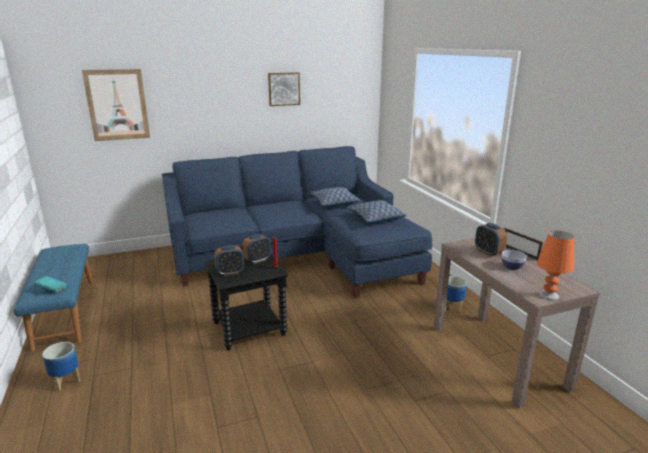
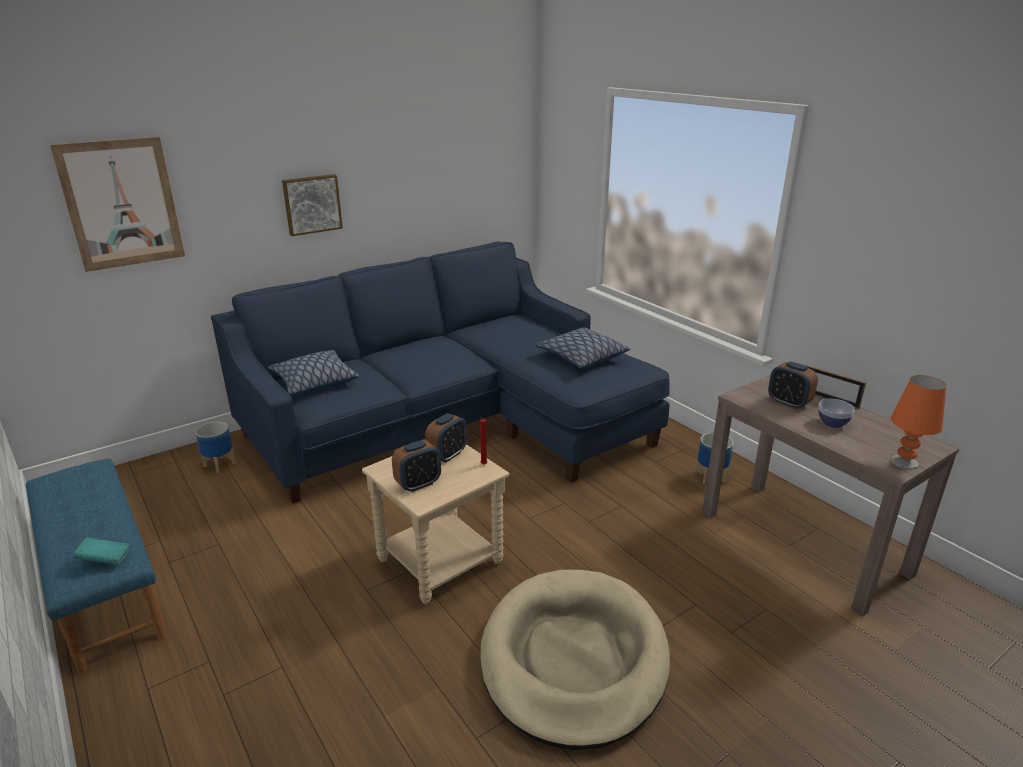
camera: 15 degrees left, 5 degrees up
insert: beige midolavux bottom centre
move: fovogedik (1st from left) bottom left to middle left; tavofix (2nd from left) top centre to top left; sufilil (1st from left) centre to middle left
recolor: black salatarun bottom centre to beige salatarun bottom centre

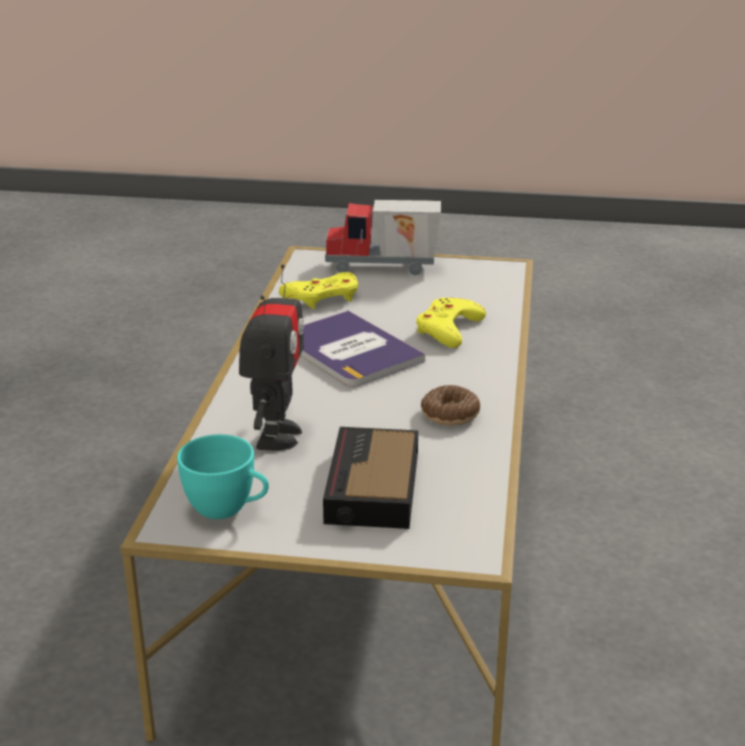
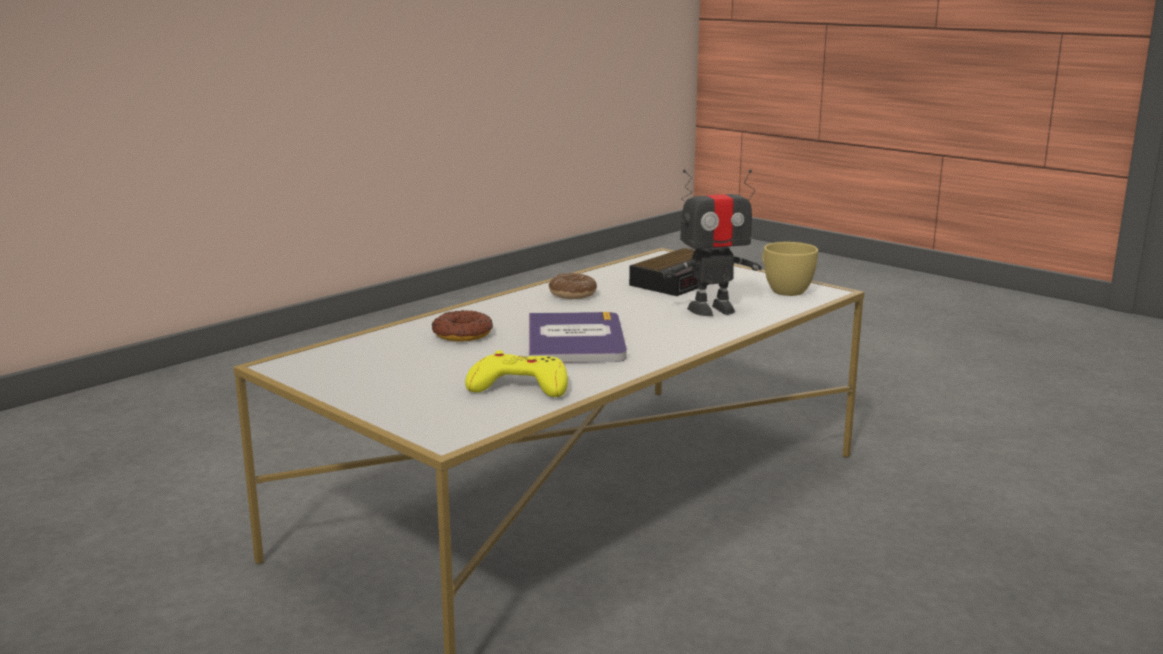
camera: 145 degrees left, 10 degrees down
delete: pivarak top centre
replace: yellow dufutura (2nd from left) centre to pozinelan (1st from left) centre
recolor: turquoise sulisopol middle left to yellow sulisopol middle right
rotate: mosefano centre = centre 150 degrees counterclockwise

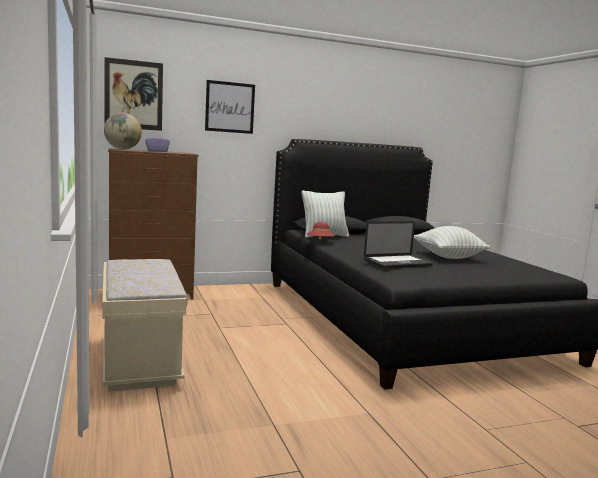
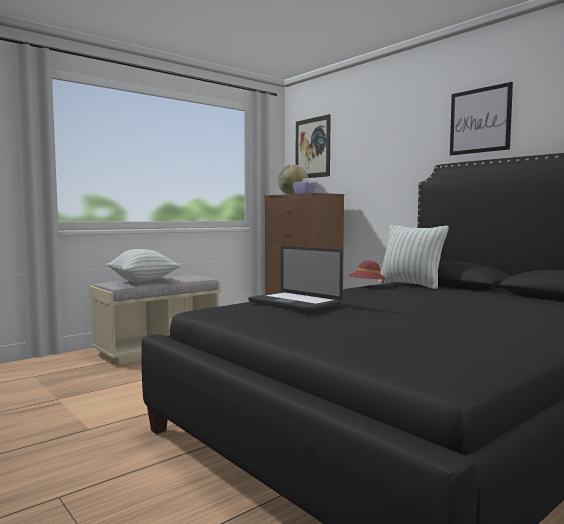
camera: 70 degrees right, 5 degrees down
move: tavofix (2nd from left) top centre to top right; sufilil (2nd from left in the first image) middle right to sufilil (1st from left) middle left

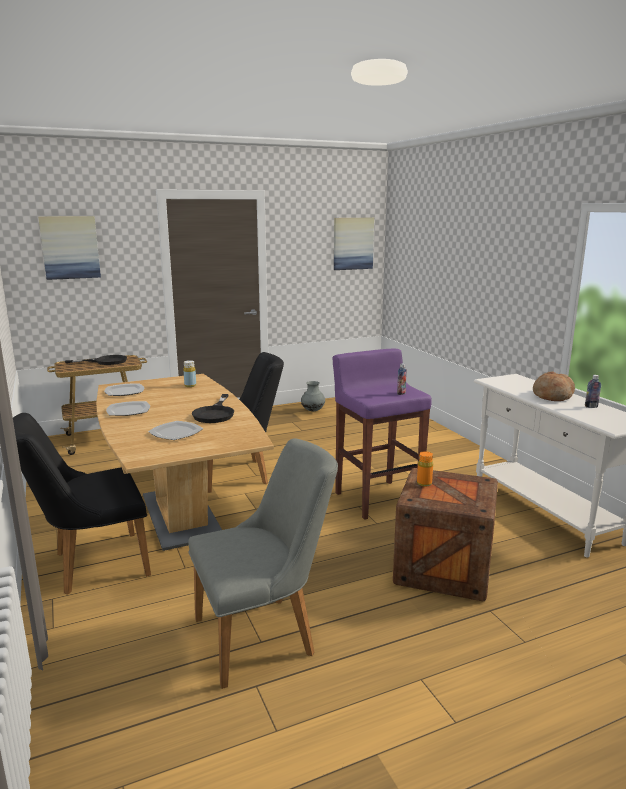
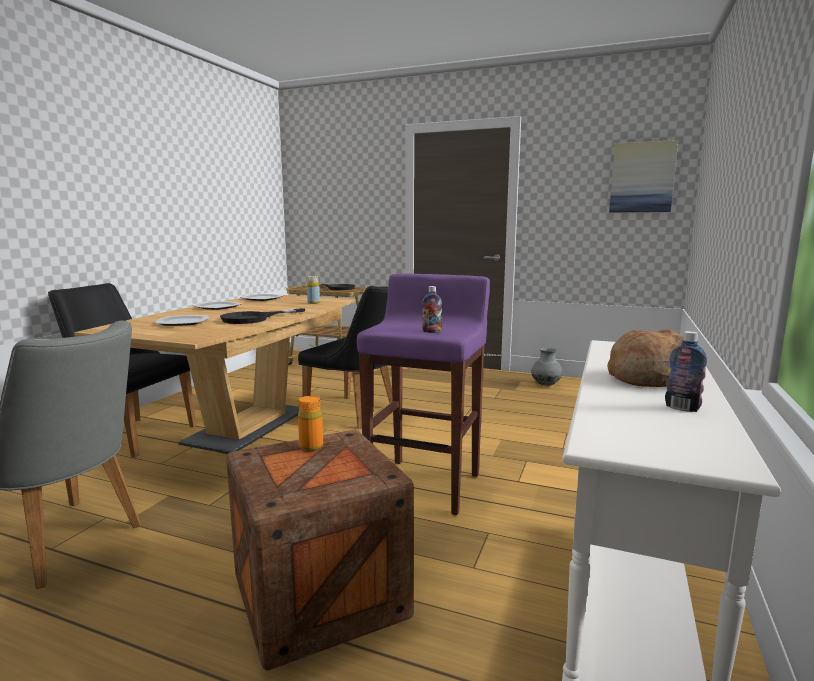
camera: 45 degrees right, 5 degrees down
delete: tavofix (1st from left) top left

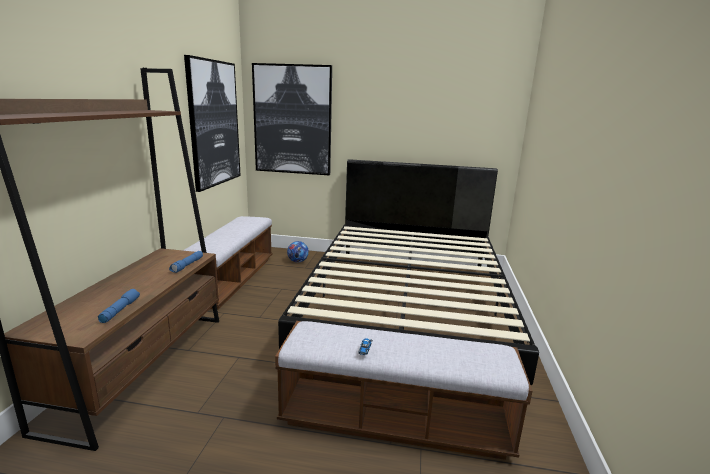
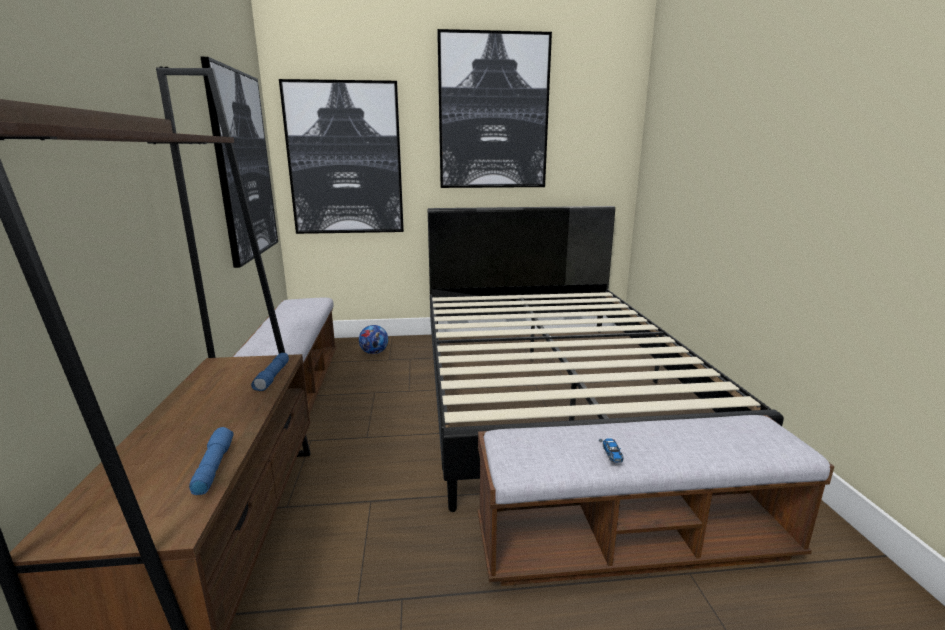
camera: 15 degrees left, 0 degrees up
insert: tavofix (3rd from left) top centre

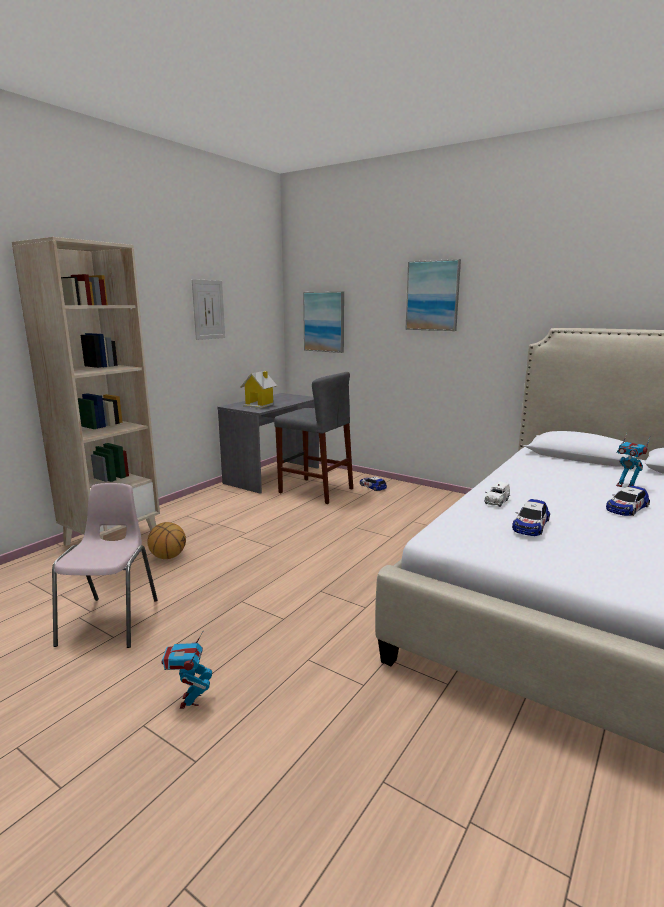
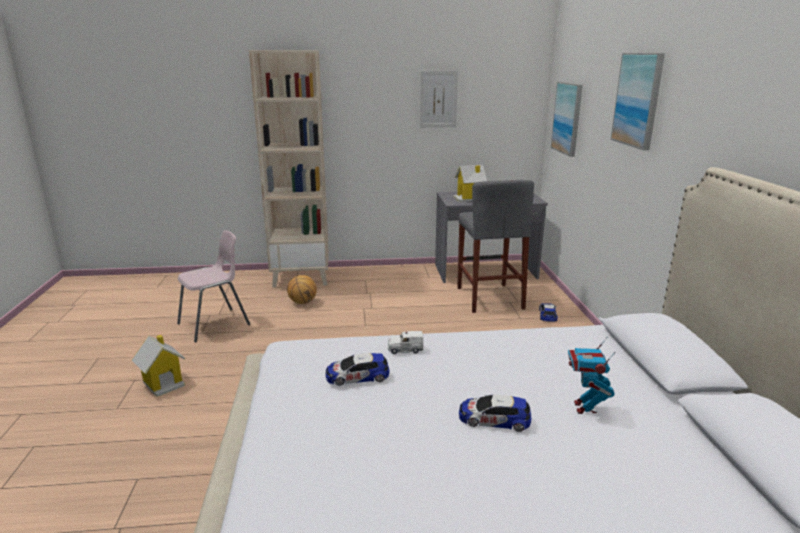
camera: 50 degrees right, 5 degrees up
replace: mosefano (1st from left) bottom left to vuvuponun (1st from left) bottom left

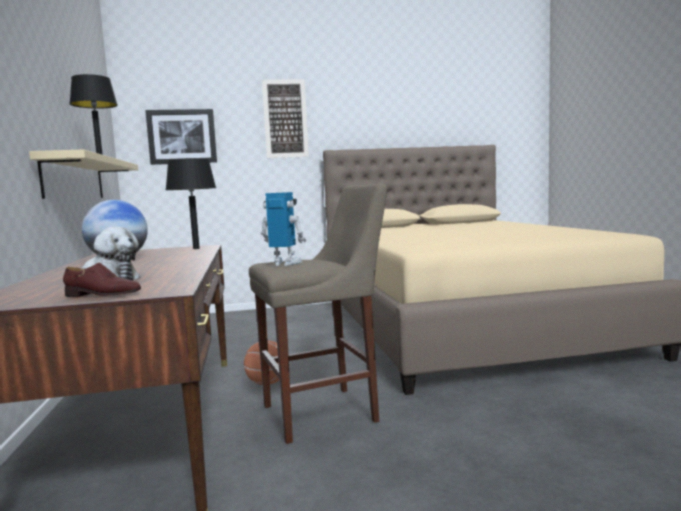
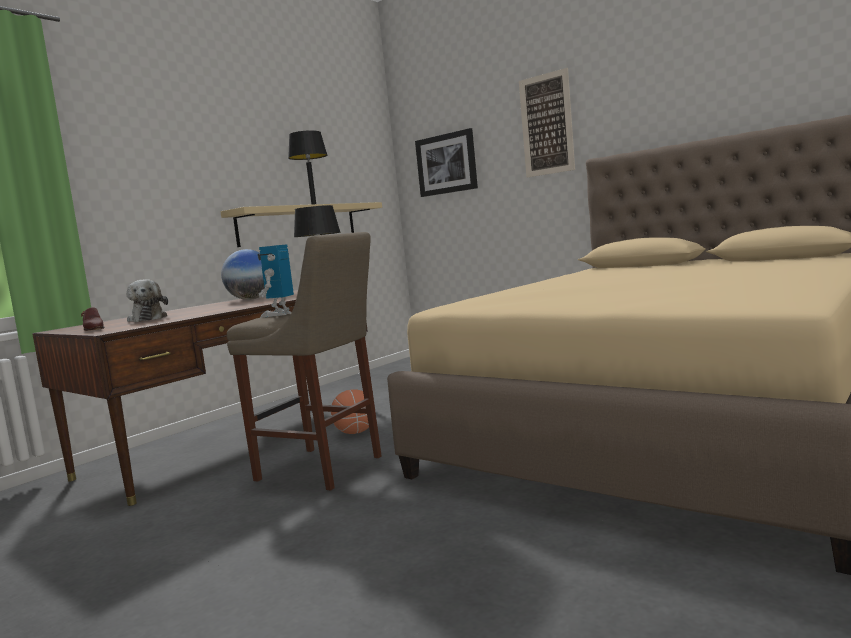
camera: 50 degrees right, 0 degrees up
rotate: mosefano centre = middle left 135 degrees counterclockwise

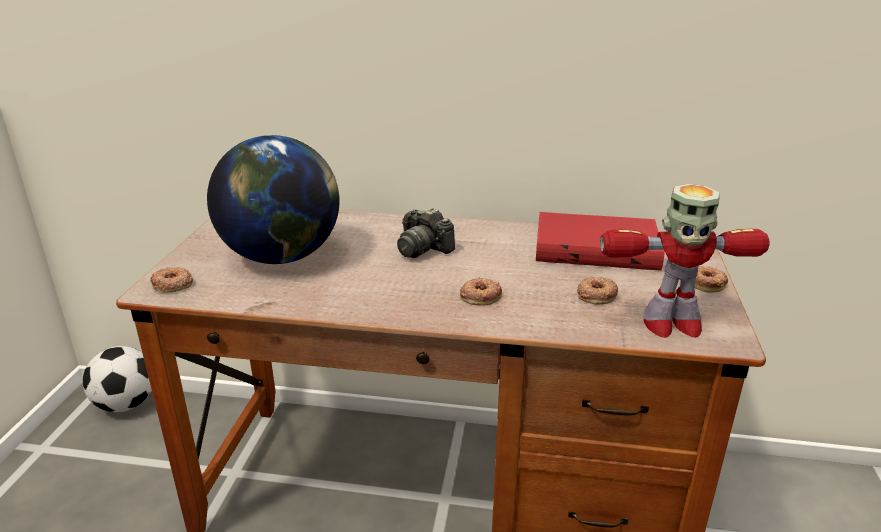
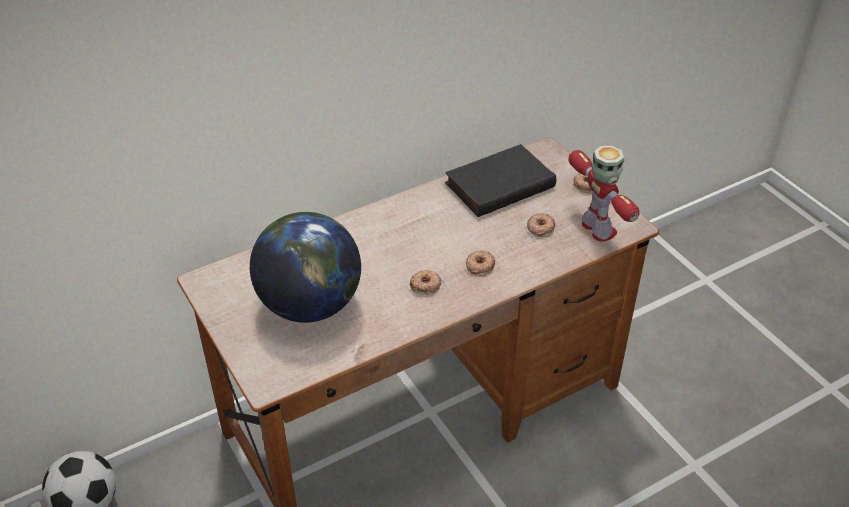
camera: 40 degrees left, 15 degrees up
delete: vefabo centre
move: pozinelan (1st from left) middle left to centre
recolor: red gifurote middle right to black gifurote centre
rotate: mosefano middle right = middle right 75 degrees counterclockwise

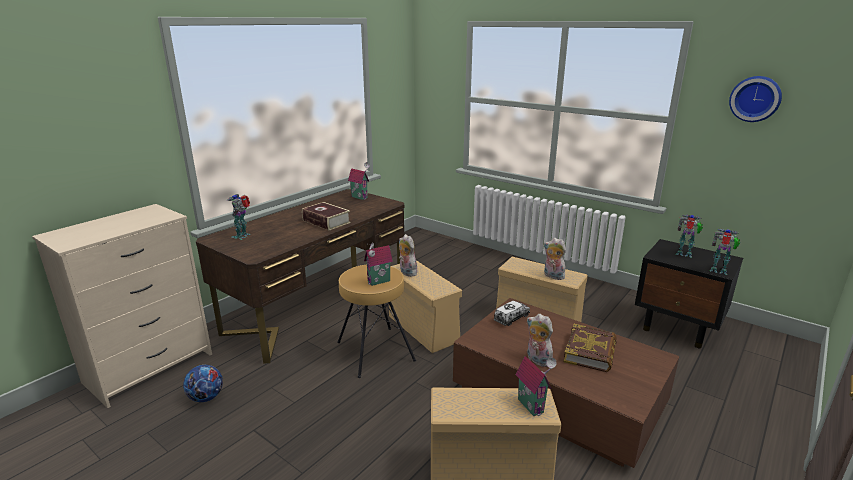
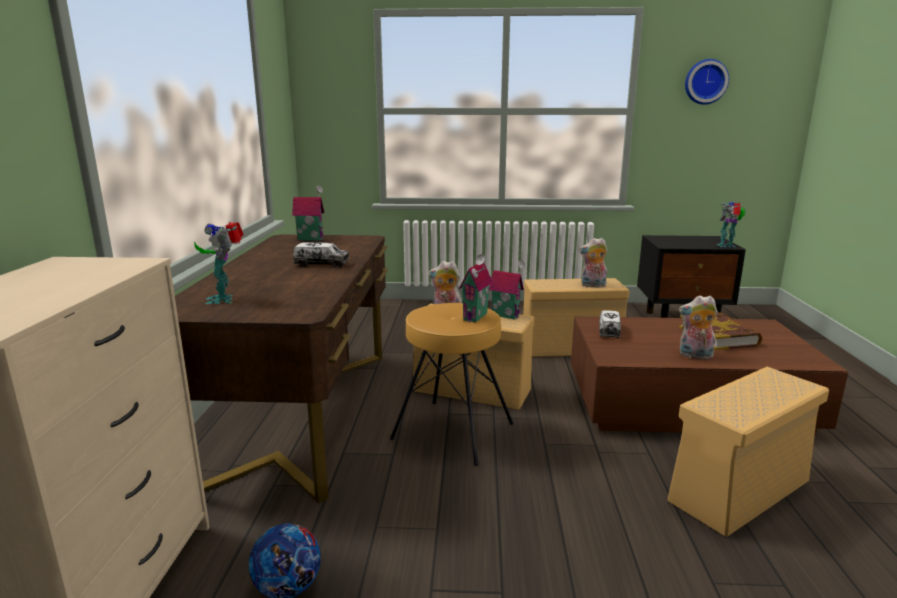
camera: 35 degrees left, 5 degrees down
delete: mosefano (2nd from left) middle right
move: vuvuponun (3rd from left) bottom centre to centre
replace: gifurote (1st from left) centre to pivarak (1st from left) centre

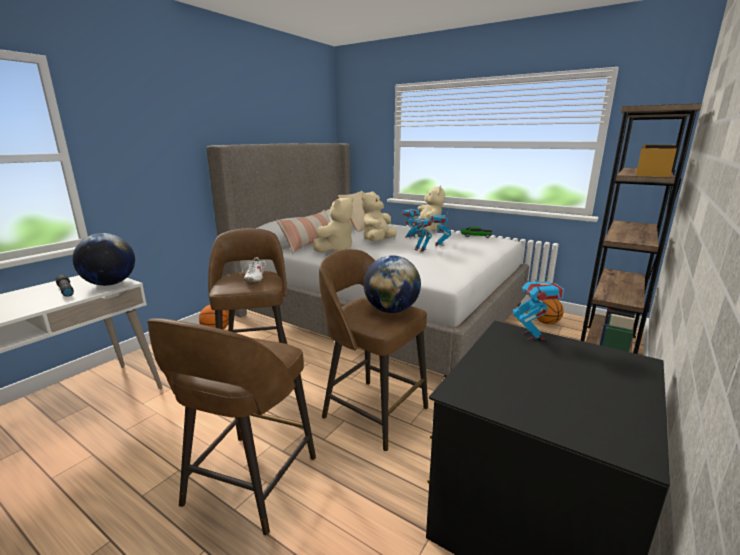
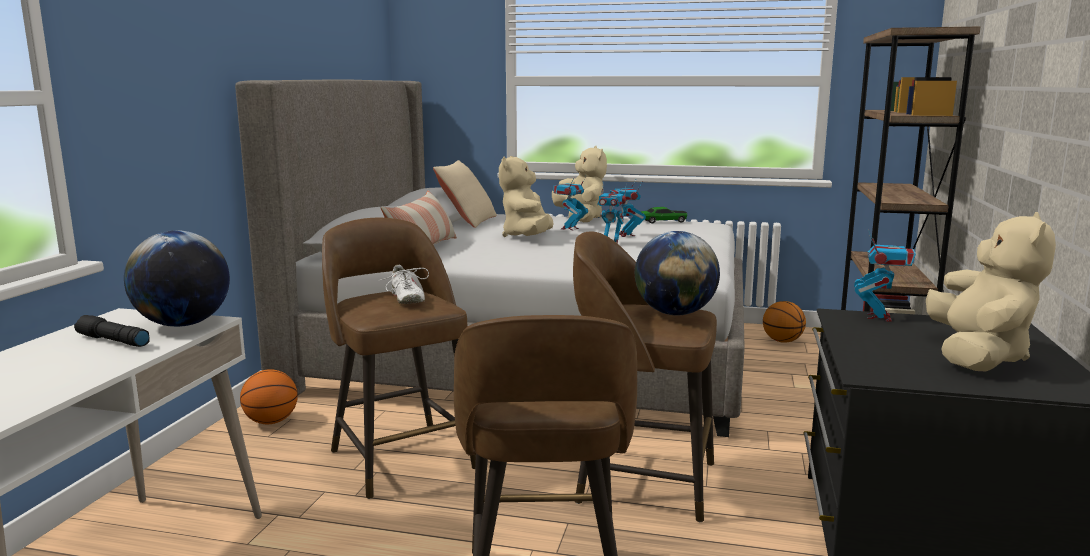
camera: 20 degrees left, 5 degrees down
move: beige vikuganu (1st from left in the first image) centre to beige vikuganu (3rd from left) middle right
rotate: mosefano (4th from left) middle right = middle right 45 degrees clockwise

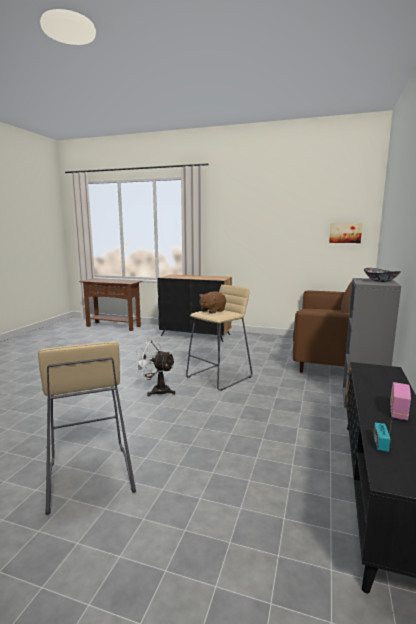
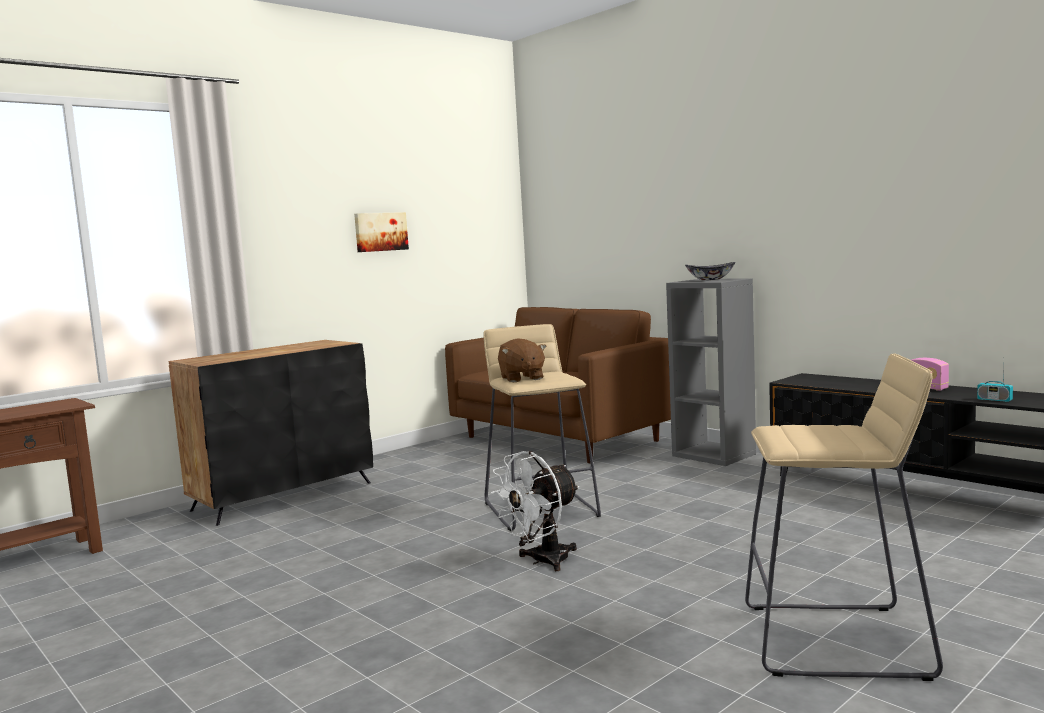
camera: 60 degrees left, 5 degrees down
move: tavofix middle right to top centre

